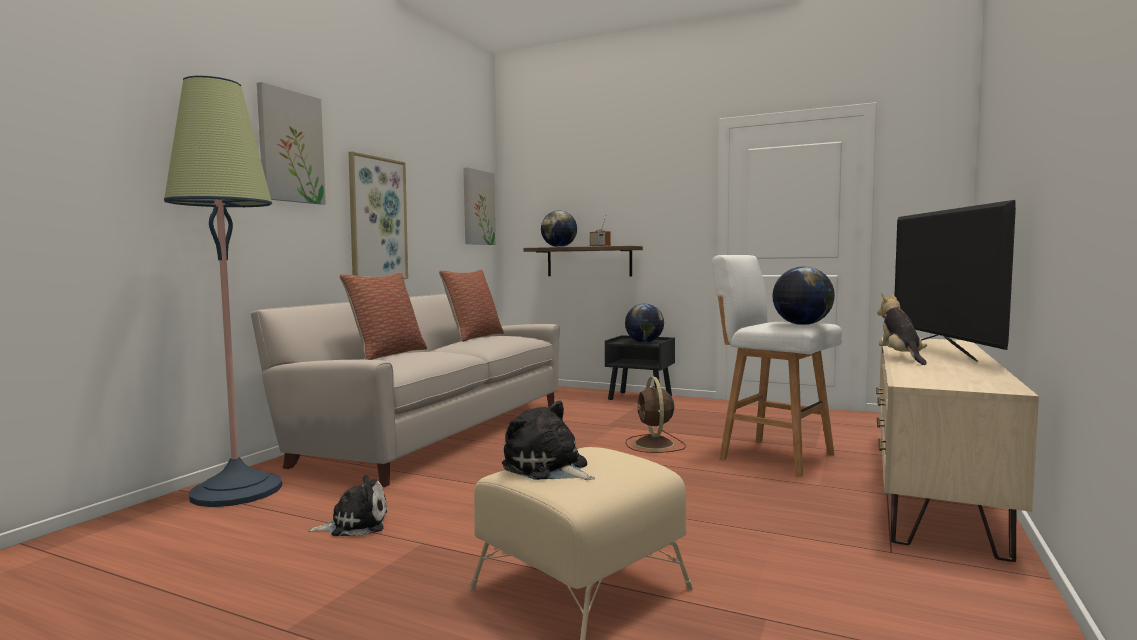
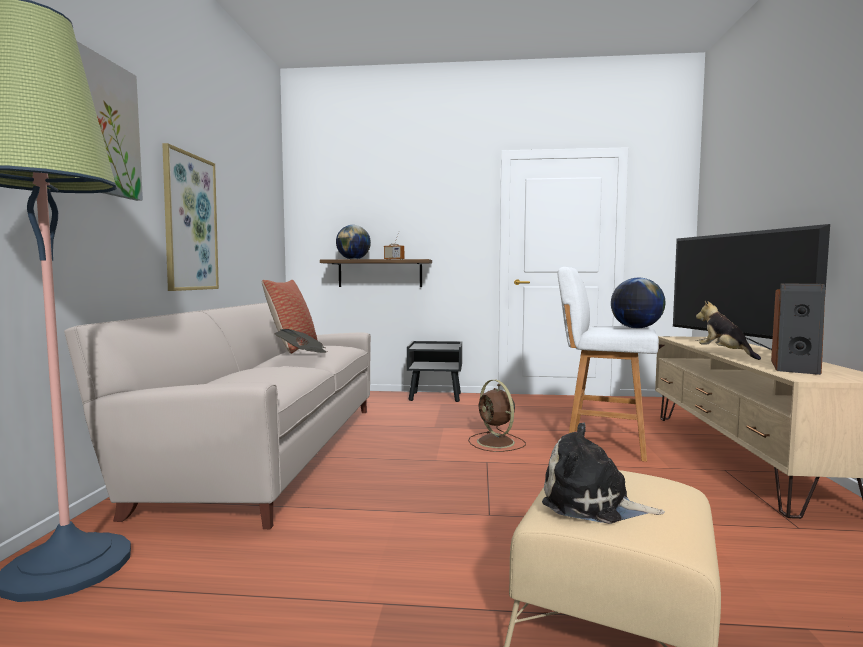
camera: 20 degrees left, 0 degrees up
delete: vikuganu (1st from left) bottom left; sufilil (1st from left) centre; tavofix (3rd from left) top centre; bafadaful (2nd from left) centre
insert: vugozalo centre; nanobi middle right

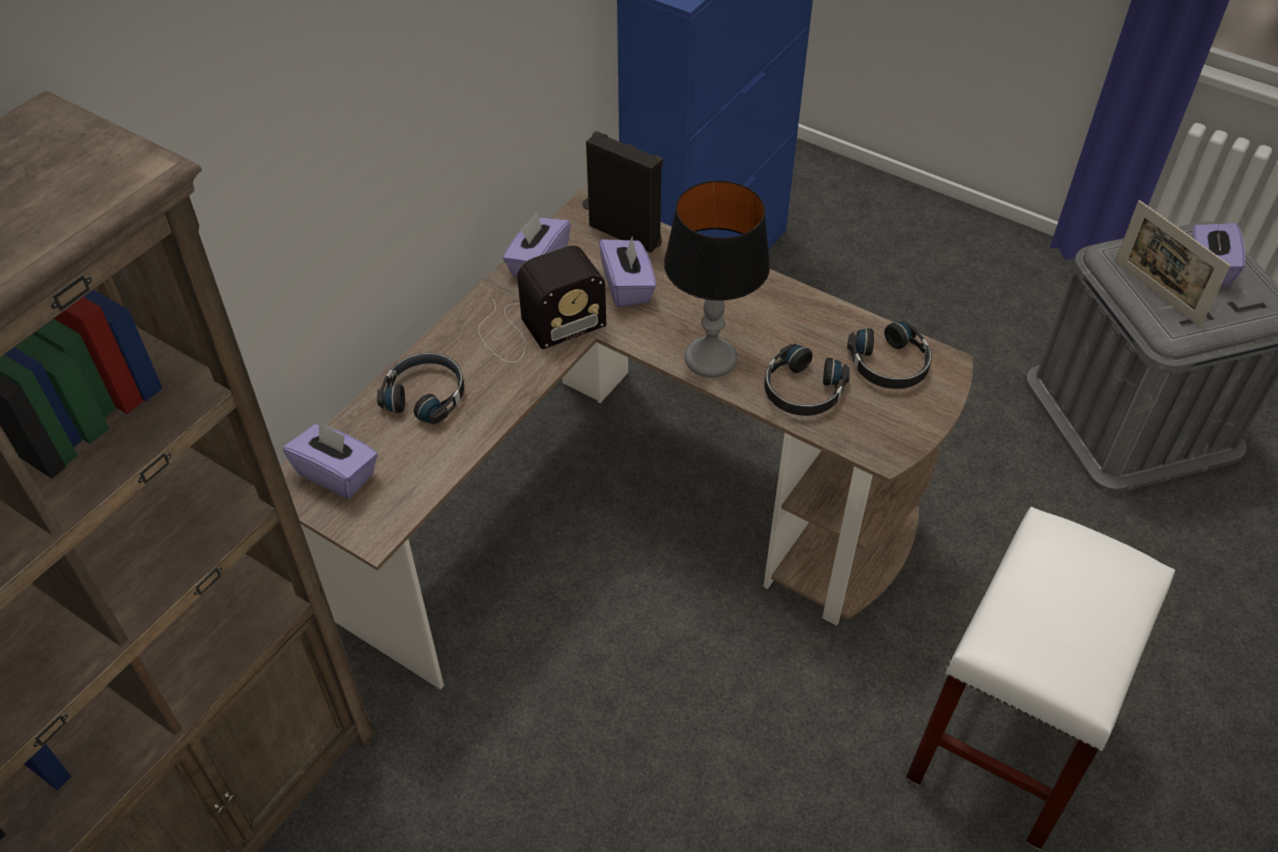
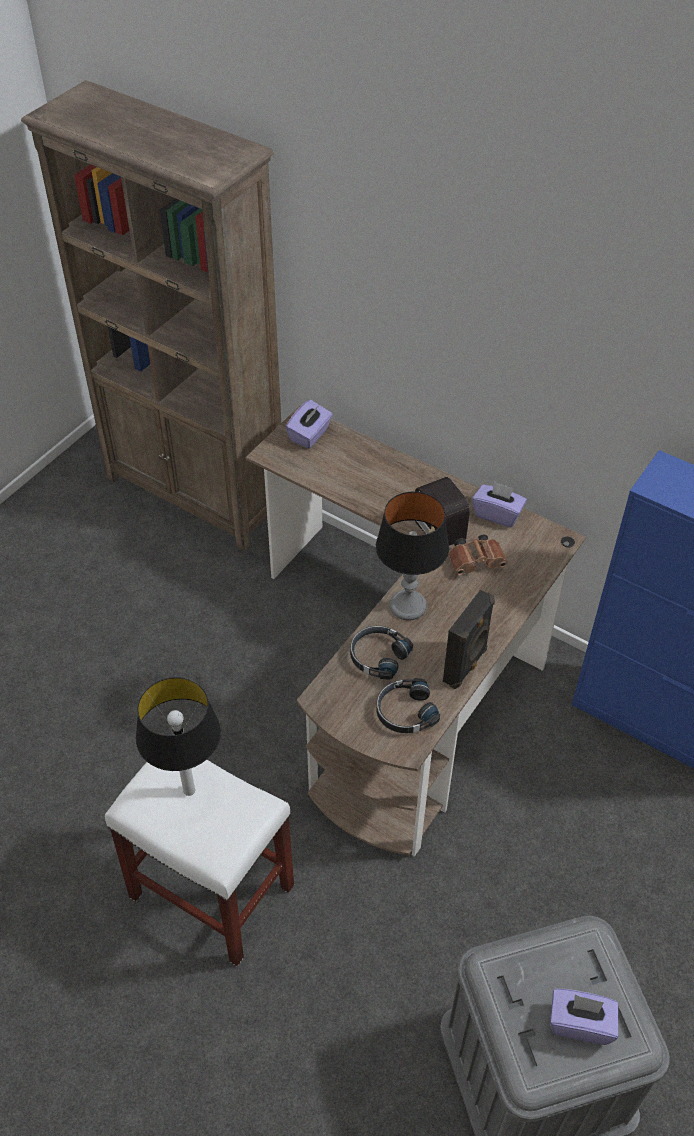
camera: 90 degrees right, 0 degrees up
delete: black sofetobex (1st from left) middle left; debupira top right
insert: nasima (1st from left) middle left
move: black nanobi top centre to middle right
replace: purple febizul (3rd from left) top centre to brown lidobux middle right

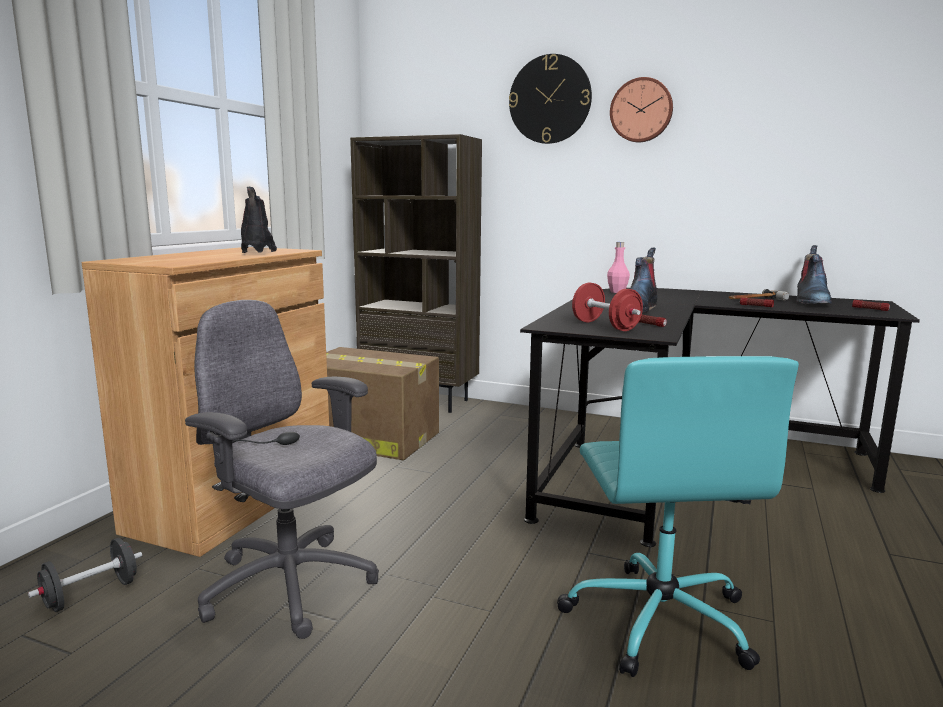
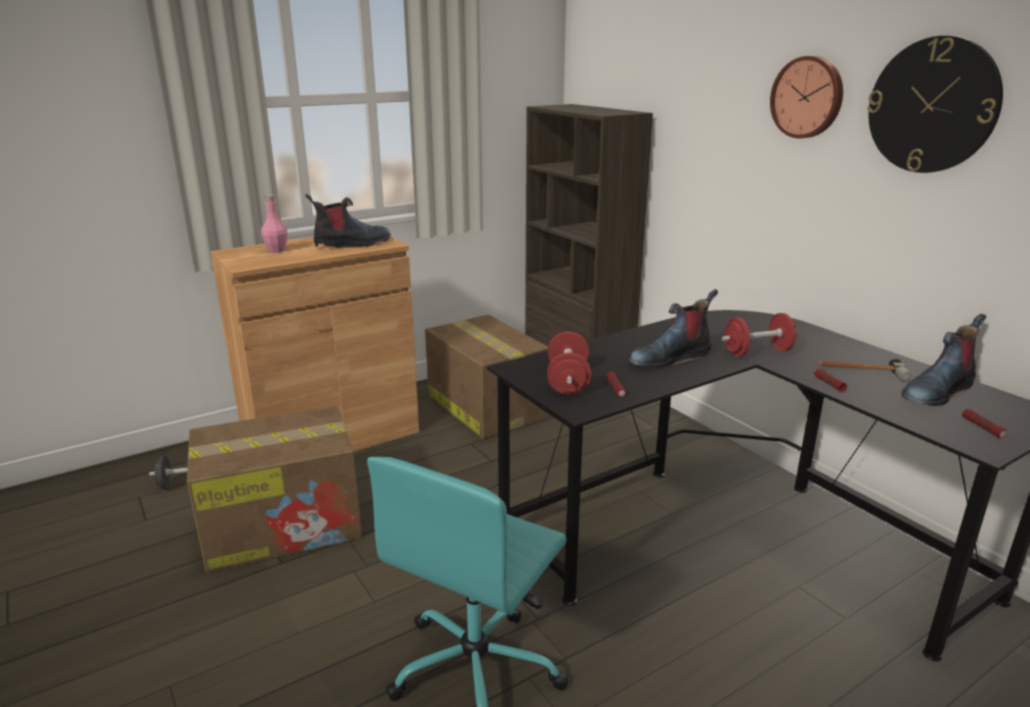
camera: 35 degrees right, 10 degrees up
insert: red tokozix (2nd from left) middle right
move: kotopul (1st from left in the first image) top centre to kotopul (2nd from left) top right; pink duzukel centre to top left
replace: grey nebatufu middle left to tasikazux (1st from left) bottom left
rotate: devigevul (1st from left) top left = top centre 45 degrees clockwise

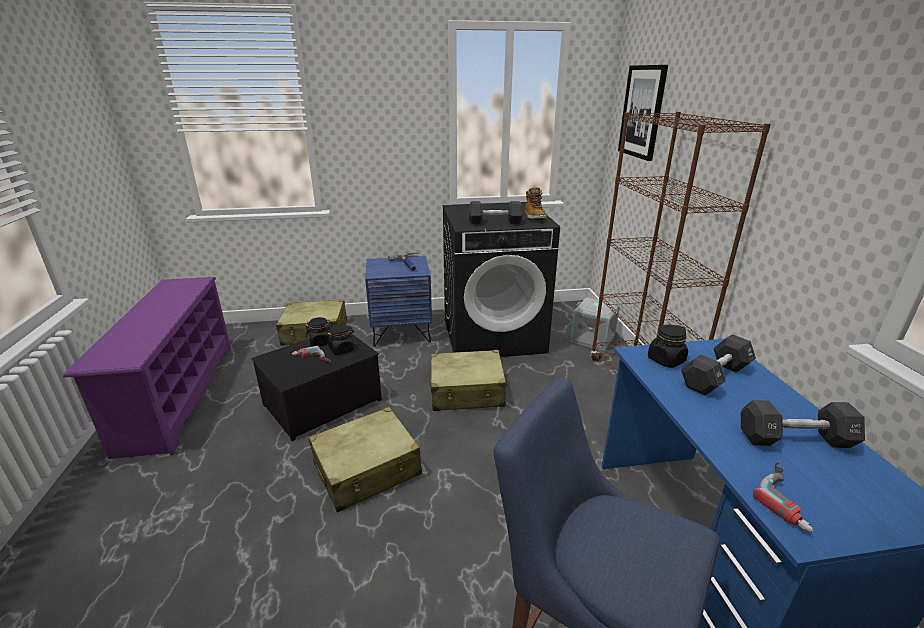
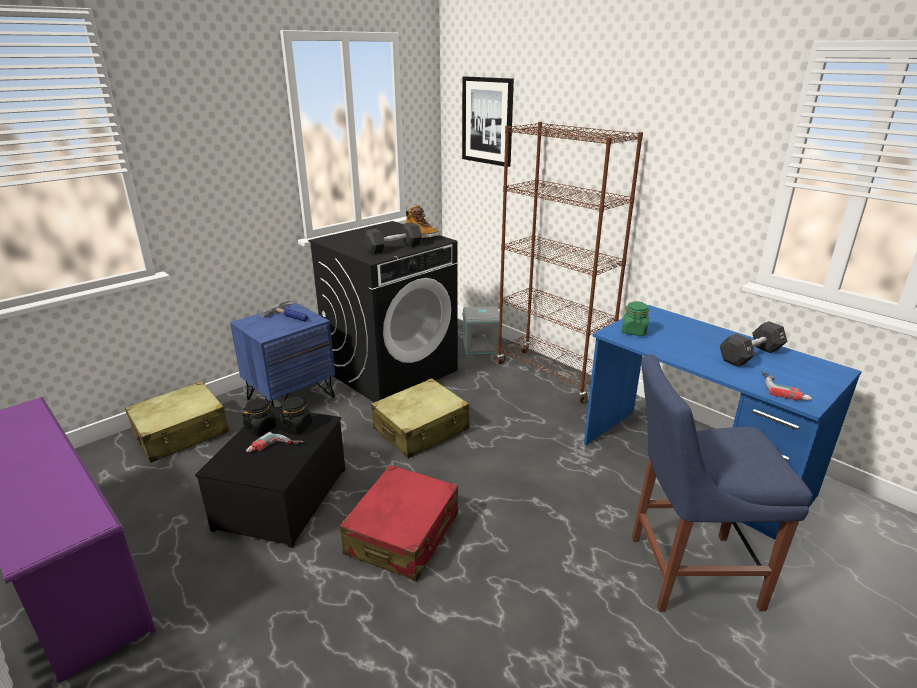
camera: 35 degrees left, 0 degrees up
delete: black tokozix (2nd from left) middle right
recolor: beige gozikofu (2nd from left) bottom centre to red gozikofu bottom centre; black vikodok (3rd from left) middle right to green vikodok middle right

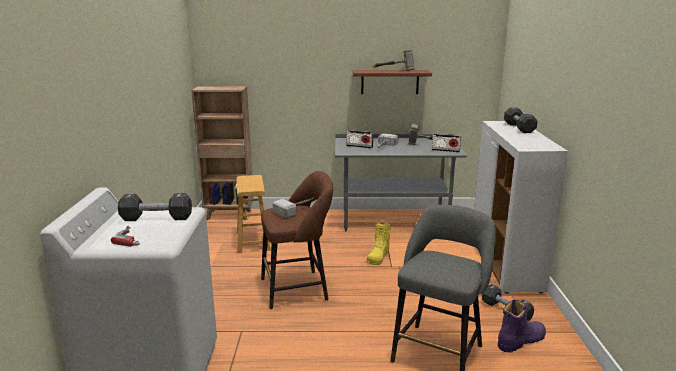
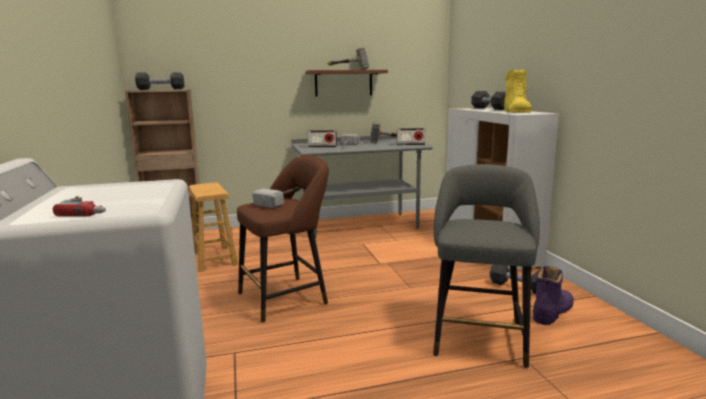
camera: 15 degrees left, 5 degrees down
move: black tokozix (1st from left) middle left to top left; yellow devigevul centre to top right

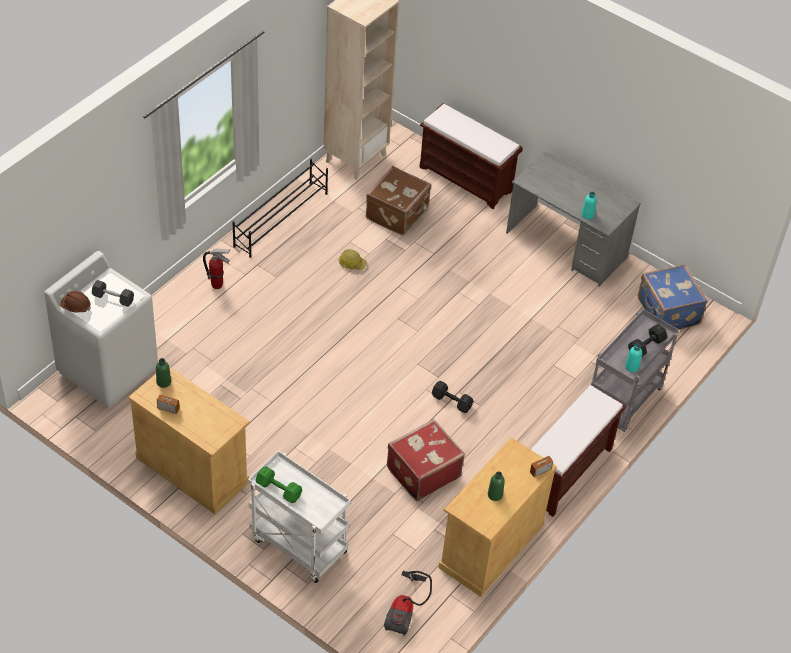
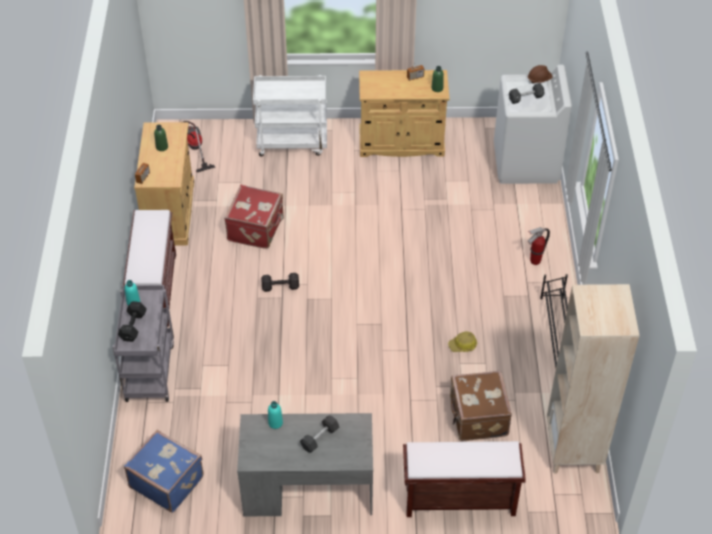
camera: 145 degrees right, 0 degrees up
delete: green tokozix bottom centre
insert: black tokozix (3rd from left) bottom centre

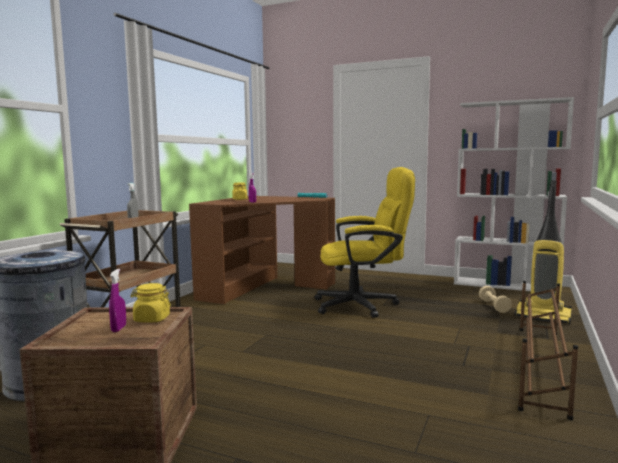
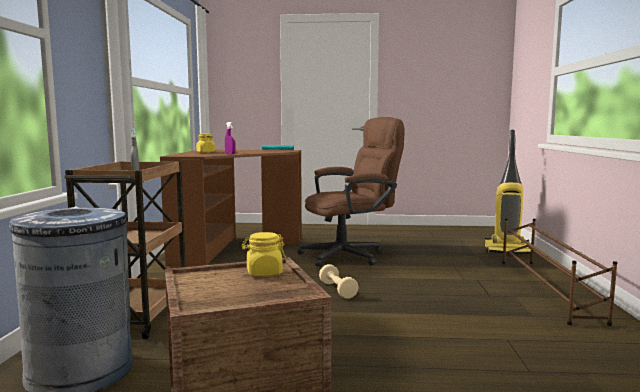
camera: 20 degrees left, 0 degrees up
delete: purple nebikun (1st from left) middle left; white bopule middle right
move: beige tokozix middle right to bottom centre
recolor: yellow nebatufu centre to brown nebatufu centre

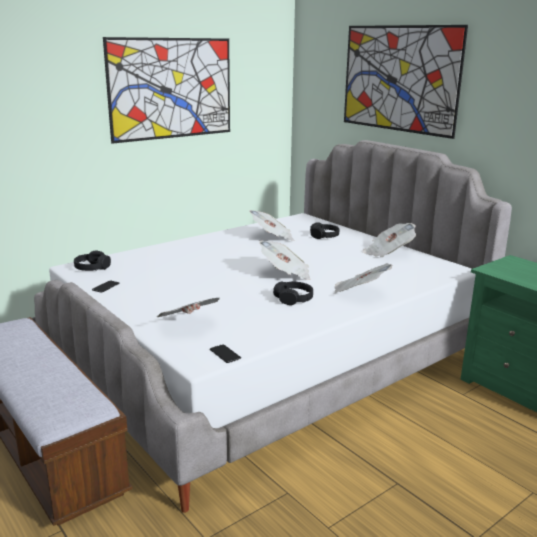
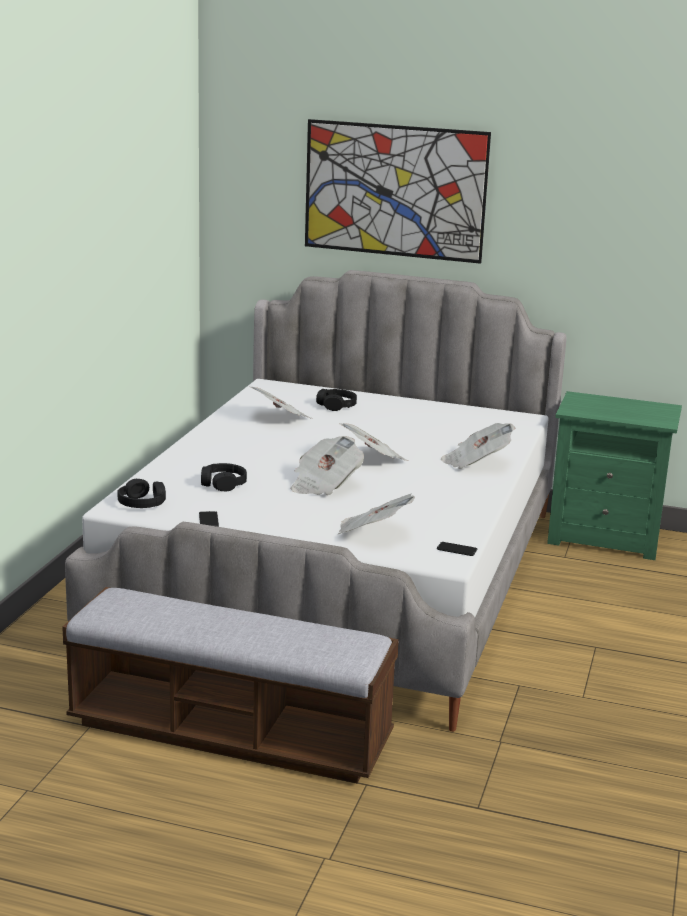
camera: 35 degrees left, 0 degrees up
delete: tavofix (1st from left) top left
move: black sofetobex (2nd from left) centre to middle left; vugozalo (5th from left in the first image) middle right to vugozalo (2nd from left) centre

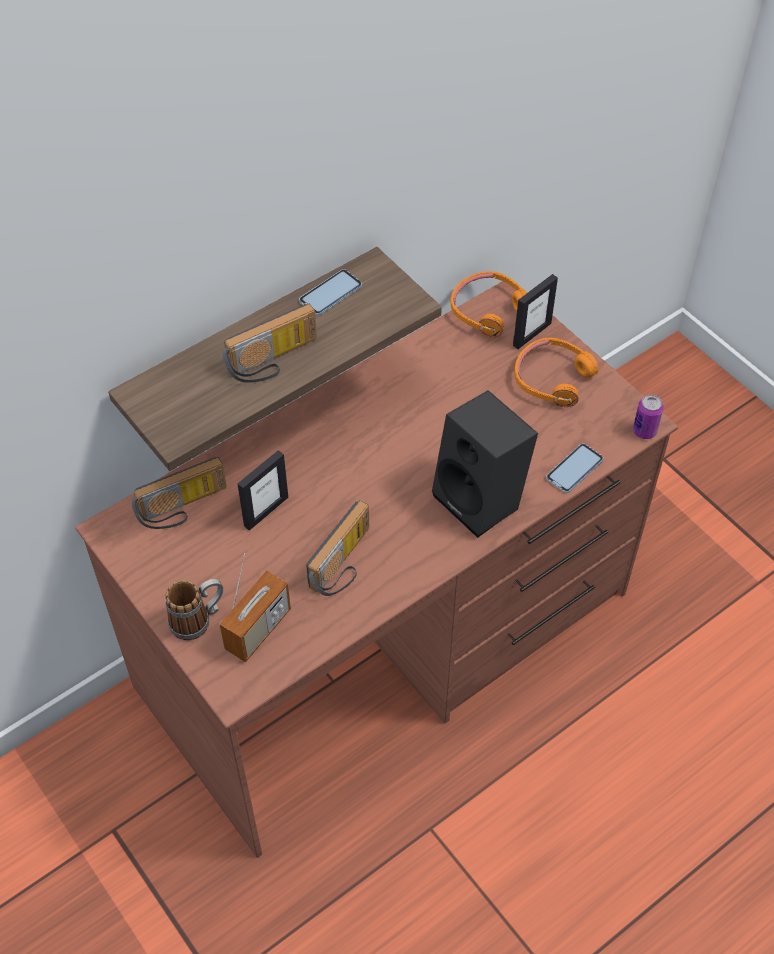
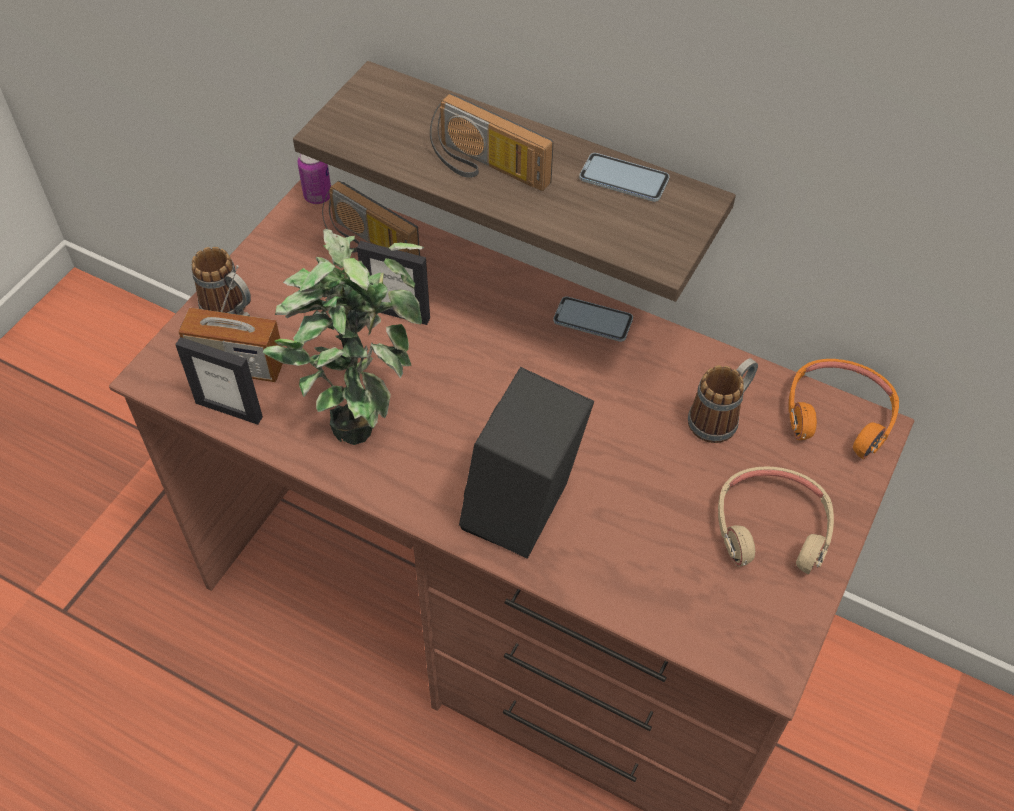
camera: 65 degrees right, 0 degrees up
insert: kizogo (2nd from left) middle right
move: debupira (2nd from left in the first image) top right to debupira (1st from left) middle left; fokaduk (2nd from left in the first image) middle right to fokaduk (1st from left) centre; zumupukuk middle right to top left
replace: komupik (4th from left) centre to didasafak centre
recolor: orange sofetobex (2nd from left) middle right to beige sofetobex middle right

